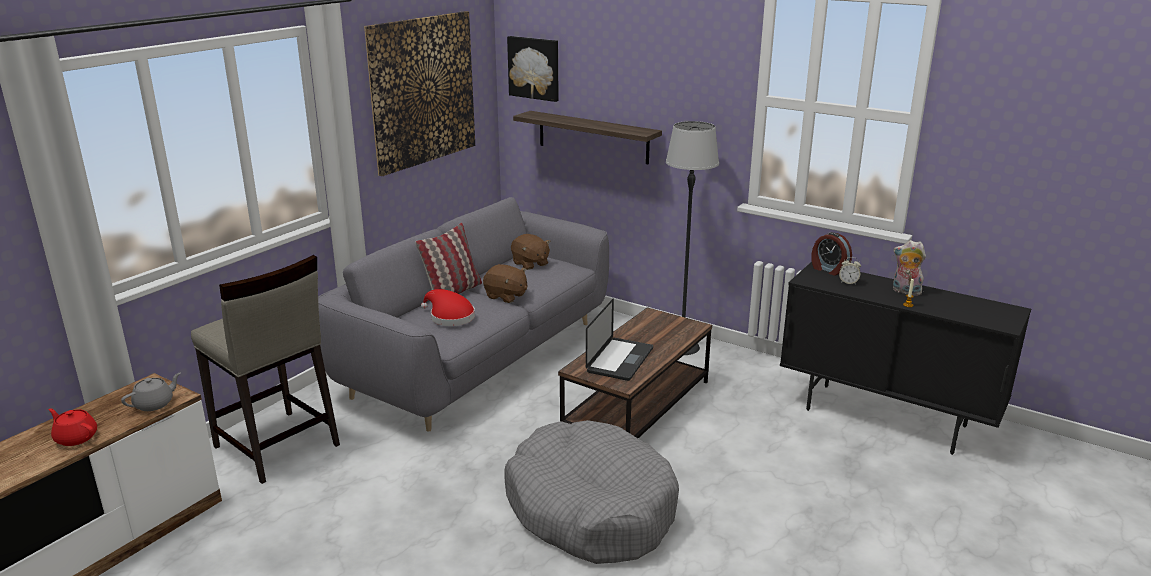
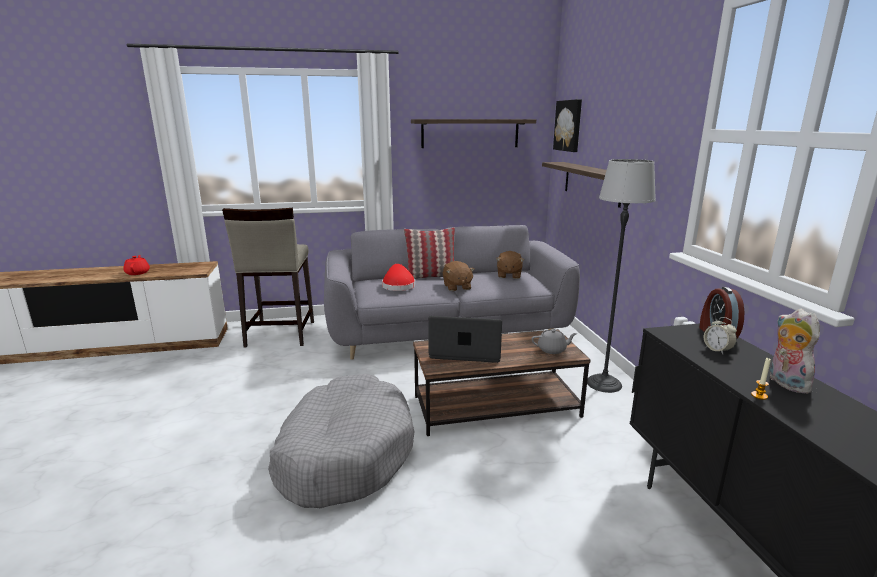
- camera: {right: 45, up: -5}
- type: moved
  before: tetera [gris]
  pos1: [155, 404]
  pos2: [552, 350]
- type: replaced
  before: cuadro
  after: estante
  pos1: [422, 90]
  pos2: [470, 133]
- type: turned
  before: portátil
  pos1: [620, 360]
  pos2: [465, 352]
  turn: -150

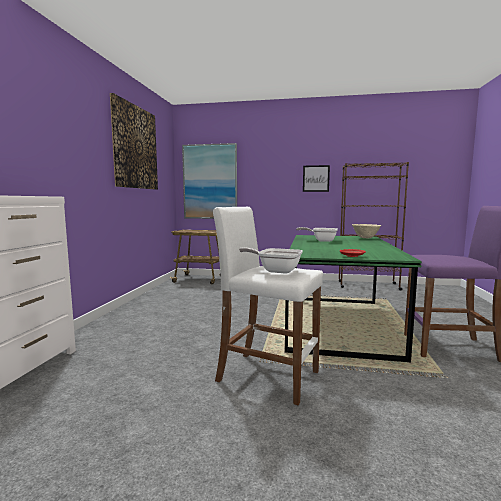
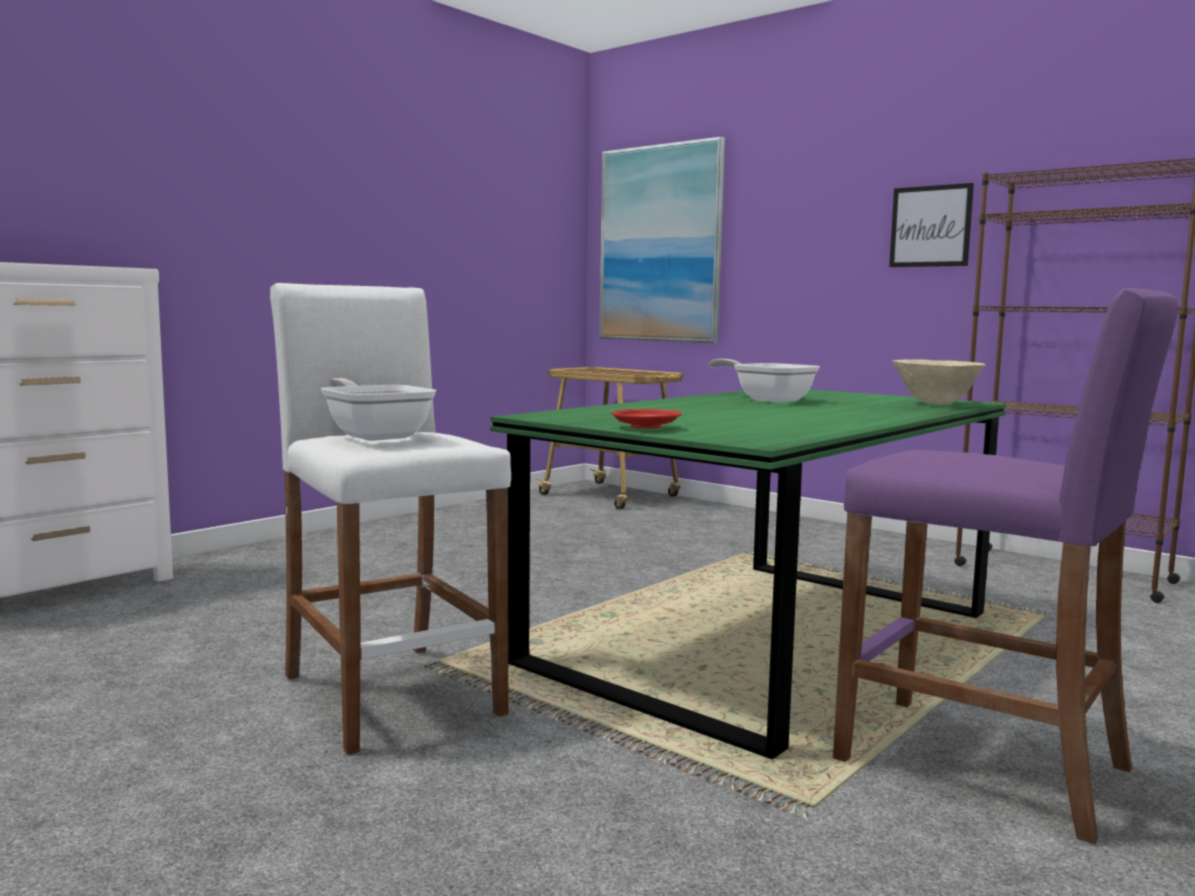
- camera: {right: 30, up: 0}
- type: removed
  before: cuadro
  pos1: [135, 147]

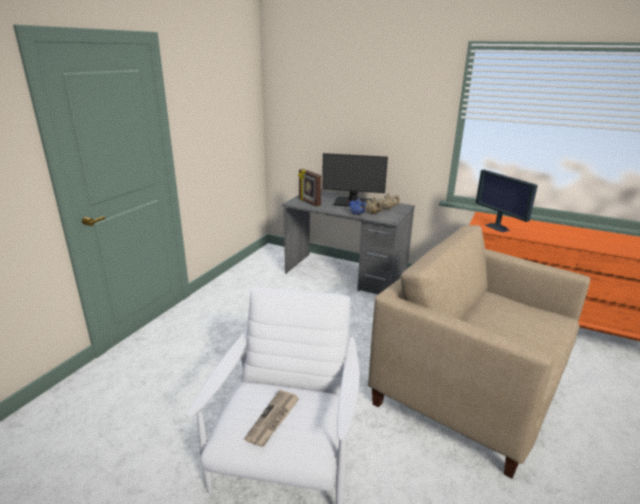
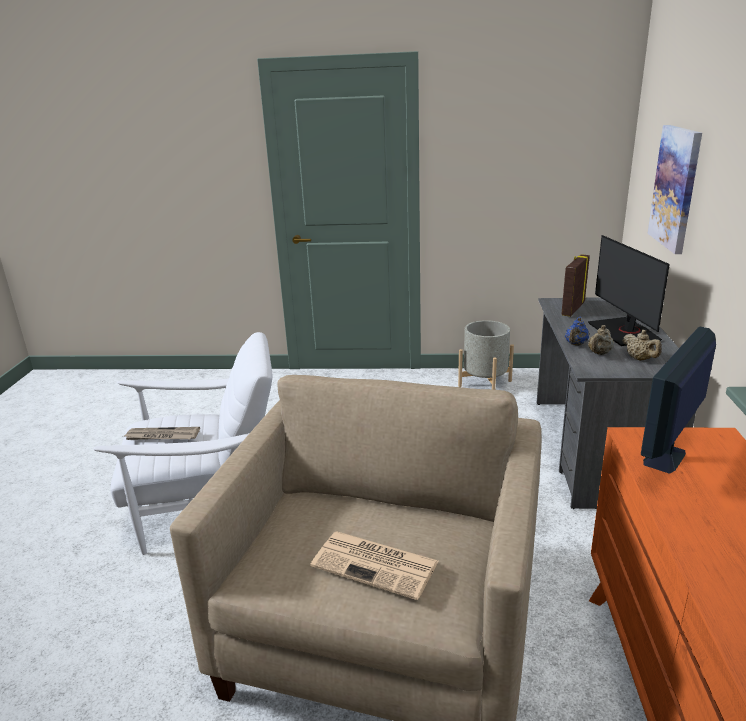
- camera: {right: 70, up: 0}
- type: added
  after: periódico
  pos2: [377, 564]
- type: added
  after: maceta [gris]
  pos2: [485, 383]
- type: added
  after: cuadro
  pos2: [675, 188]

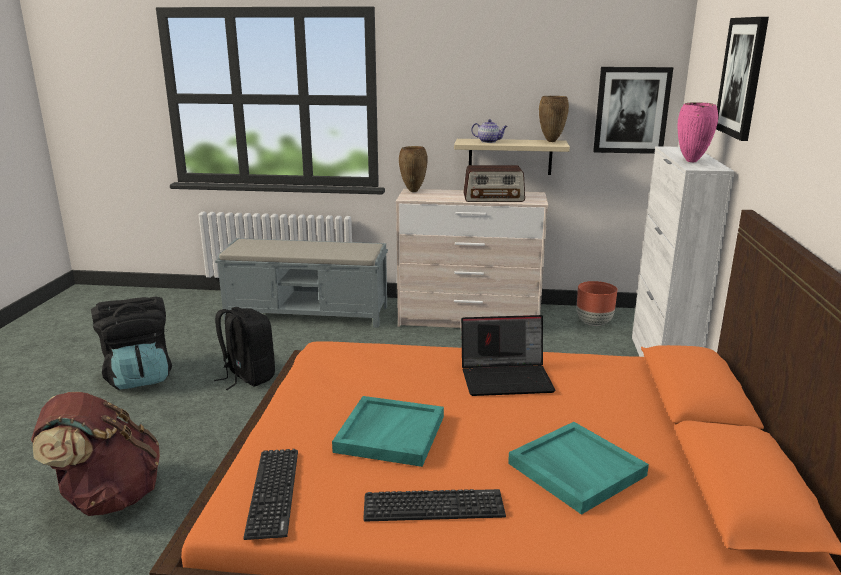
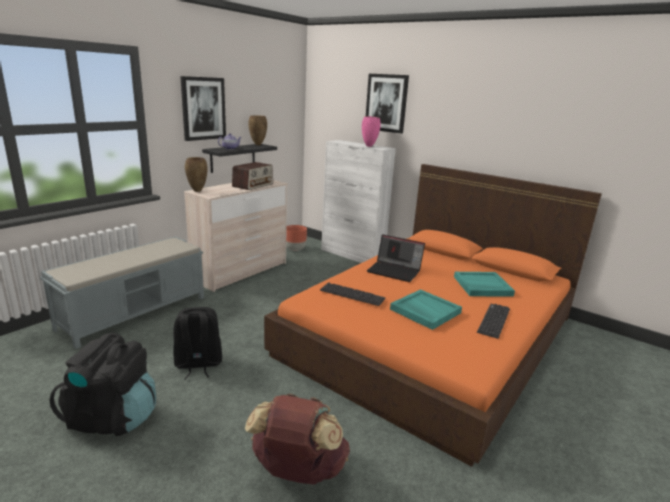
- camera: {right: -60, up: 0}
- type: moved
  before: teclado
  pos1: [273, 492]
  pos2: [352, 294]
- type: moved
  before: cuadro
  pos1: [631, 110]
  pos2: [203, 108]
- type: recoloured
  before: estante [beis]
  after: estante [negro]
  pos1: [510, 156]
  pos2: [233, 157]
- type: turned
  before: portátil
  pos1: [507, 378]
  pos2: [395, 271]
  turn: 90

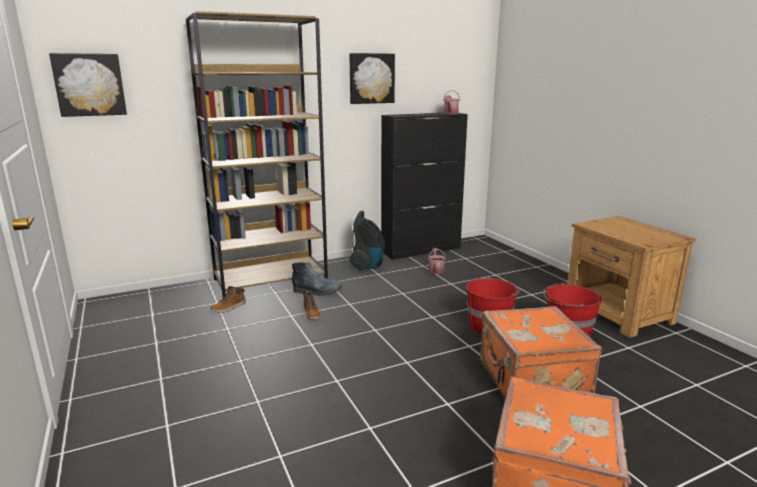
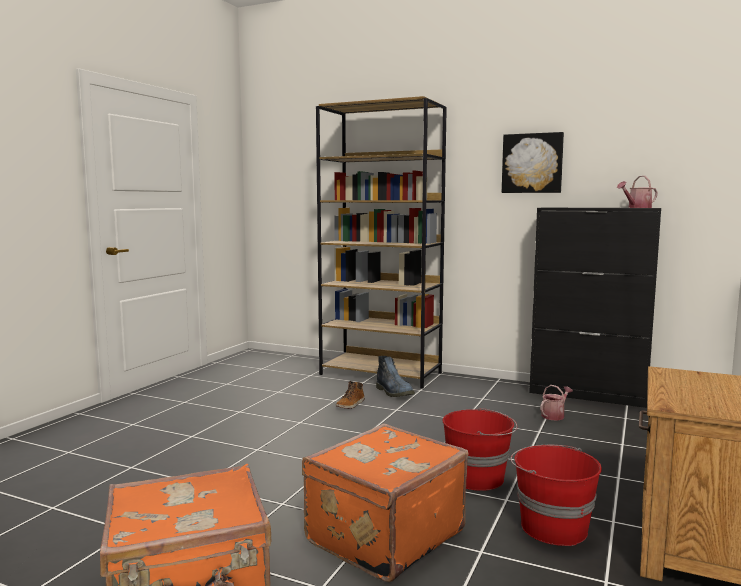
- camera: {right: 50, up: -10}
- type: removed
  before: cuadro
  pos1: [89, 85]
- type: removed
  before: bota
  pos1: [229, 307]
- type: removed
  before: aspiradora
  pos1: [368, 266]

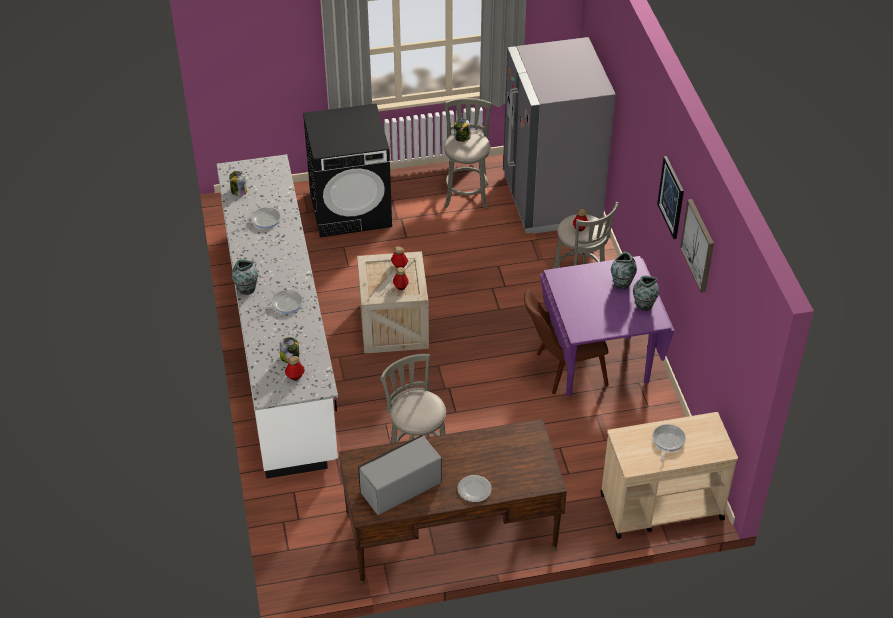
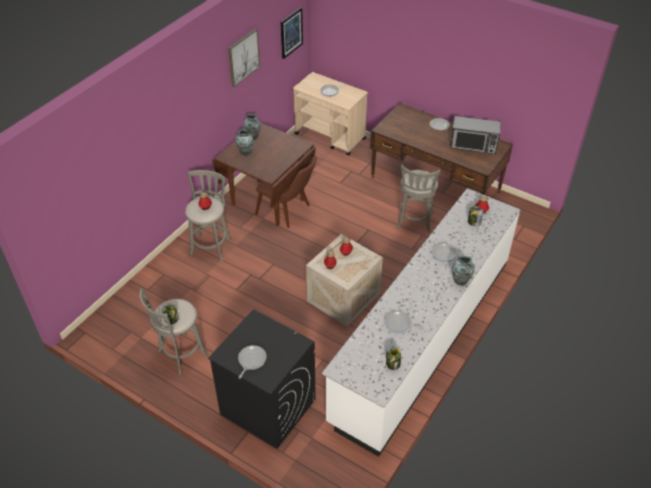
- camera: {right: -135, up: 0}
- type: removed
  before: nevera [gris]
  pos1: [551, 199]
- type: added
  after: sartén
  pos2: [251, 360]
- type: moved
  before: cuadro
  pos1: [671, 197]
  pos2: [291, 32]
- type: recoloured
  before: mesa de comedor [morado]
  after: mesa de comedor [marrón]
  pos1: [598, 364]
  pos2: [267, 202]

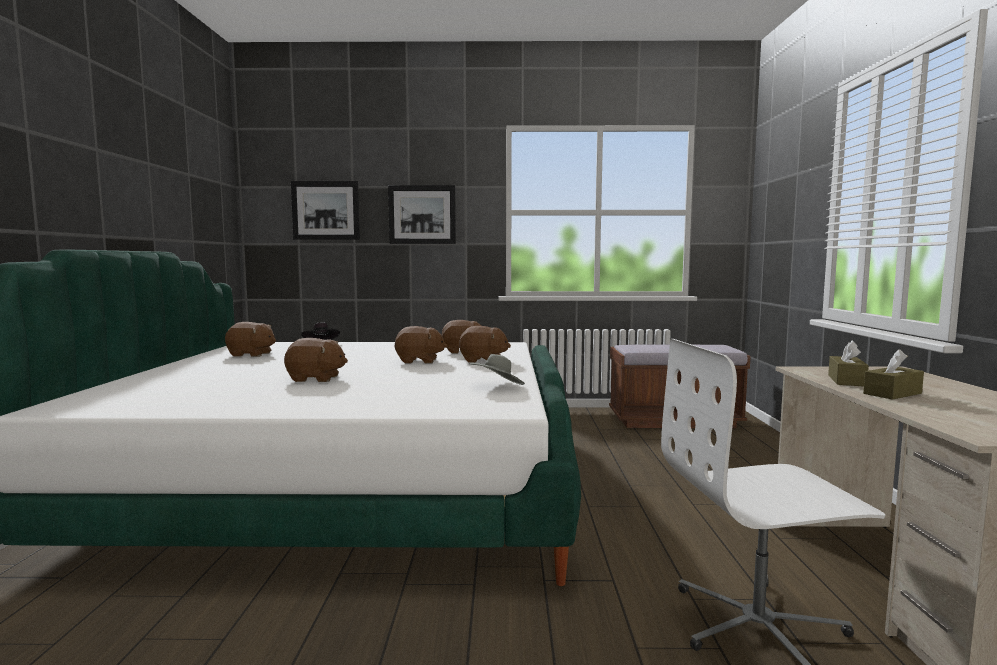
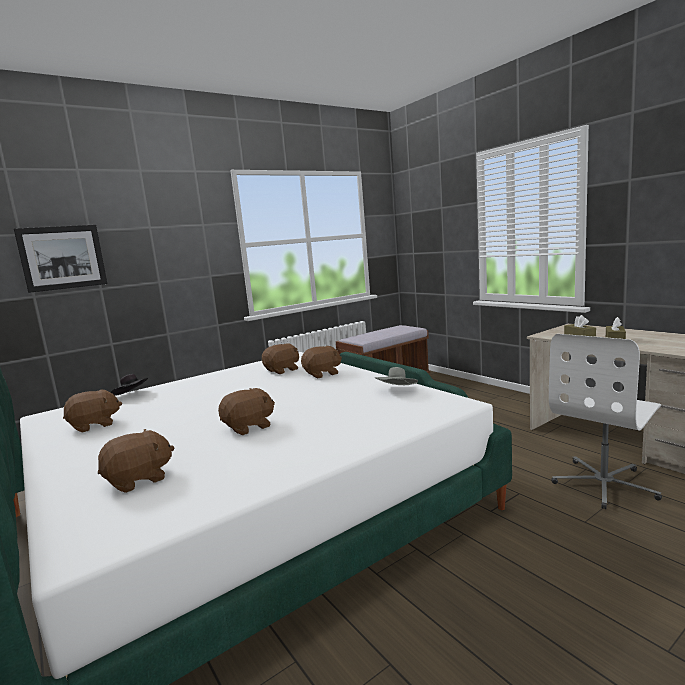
- camera: {right: -35, up: 5}
- type: removed
  before: cuadro
  pos1: [422, 214]
- type: moved
  before: peluche [marrón]
  pos1: [419, 361]
  pos2: [139, 479]

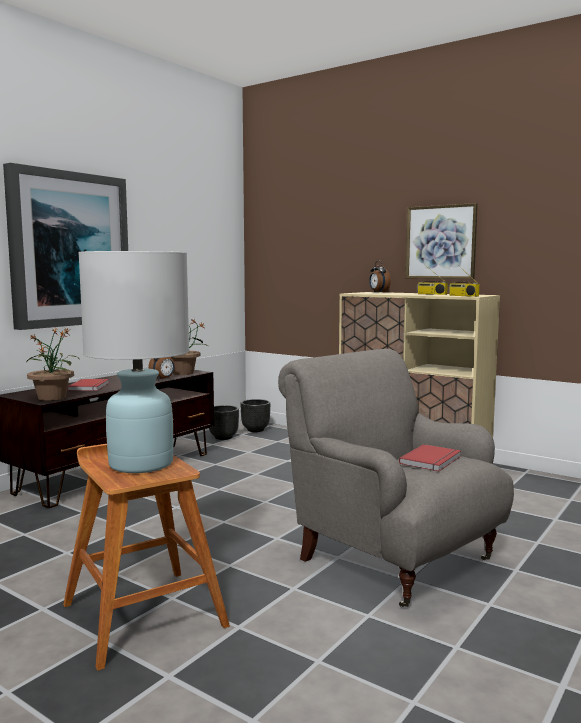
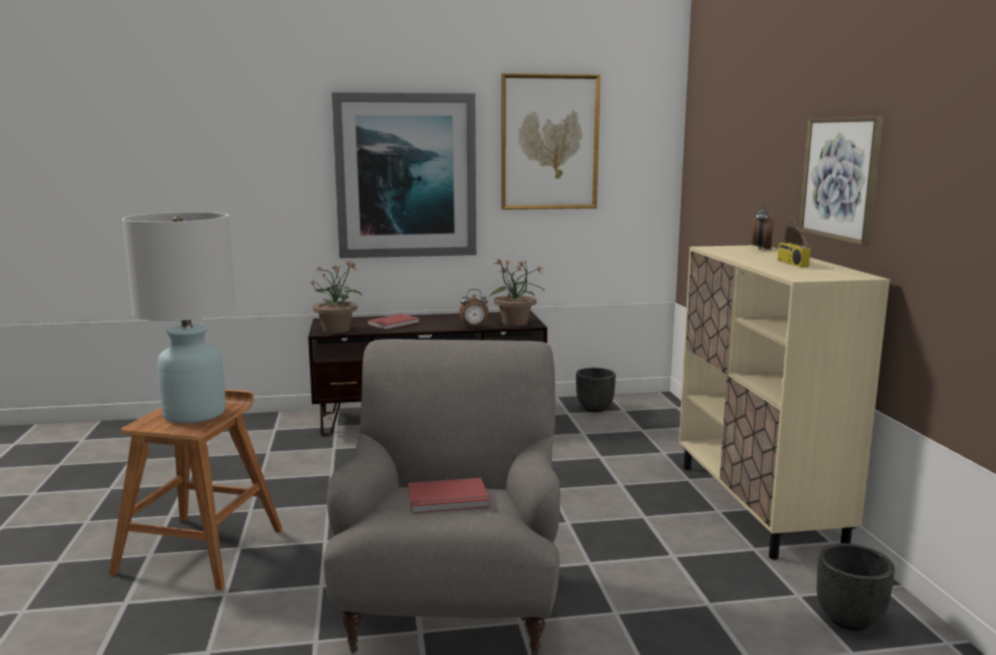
- camera: {right: 45, up: 5}
- type: removed
  before: radio
  pos1: [463, 296]
- type: added
  after: cuadro
  pos2: [549, 142]
- type: moved
  before: maceta [negro]
  pos1: [256, 430]
  pos2: [850, 620]

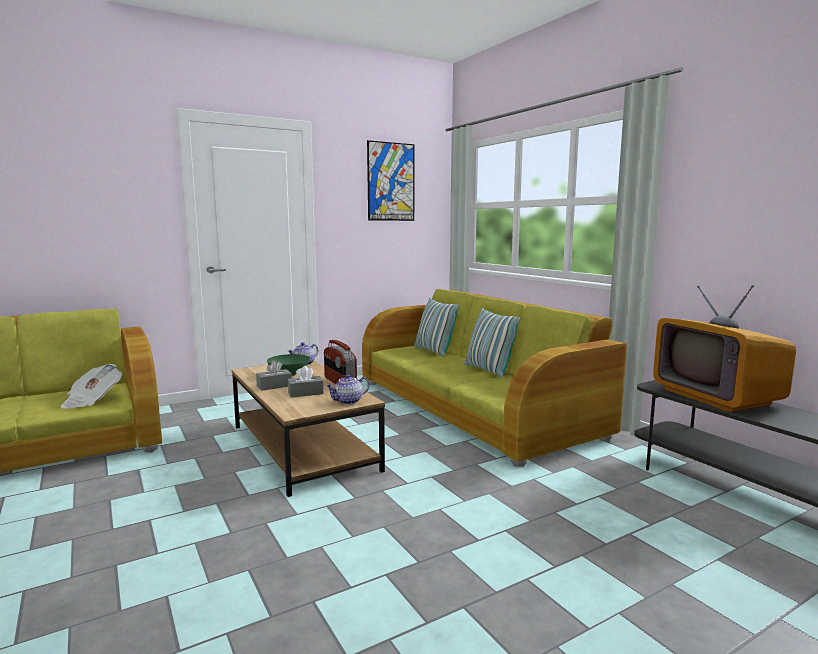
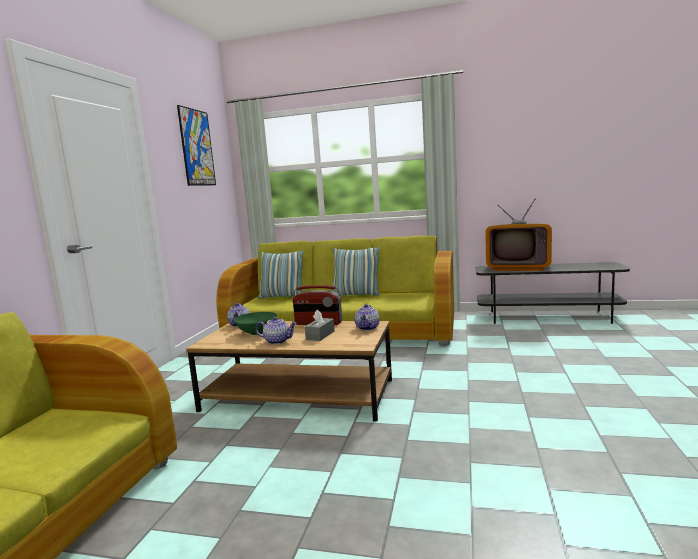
- camera: {right: -45, up: 0}
- type: removed
  before: periódico
  pos1: [92, 400]
- type: replaced
  before: caja de pañuelos [gris]
  after: tetera
  pos1: [274, 386]
  pos2: [278, 341]

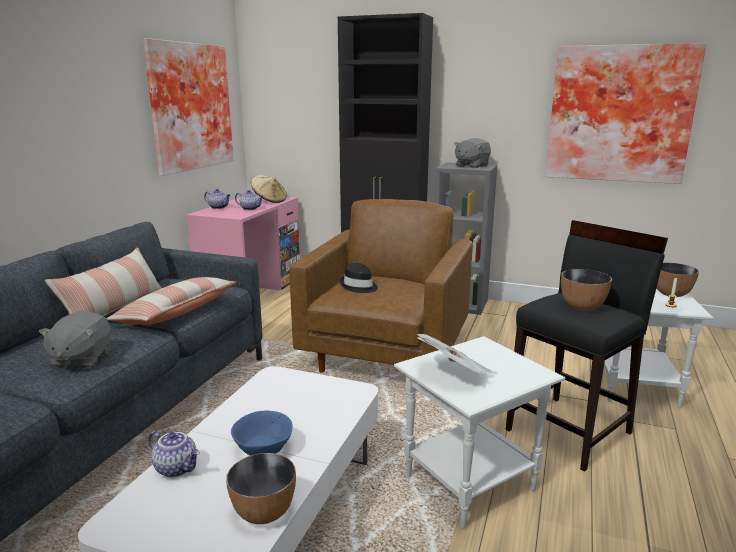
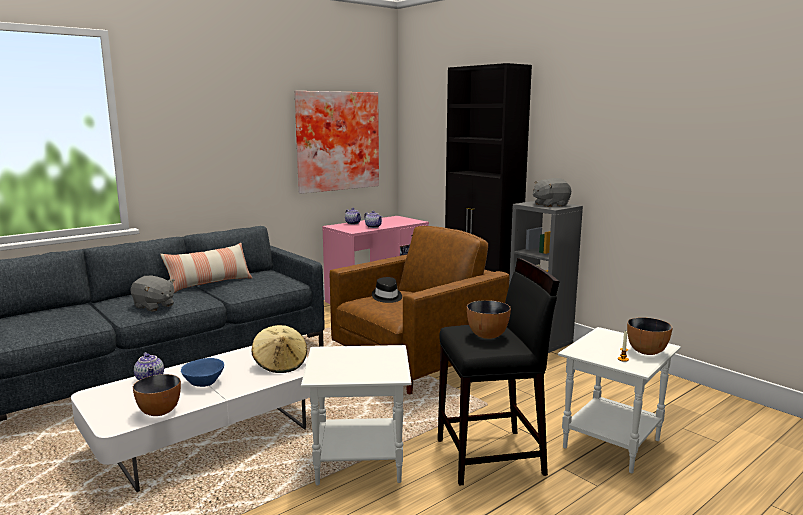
- camera: {right: 30, up: -5}
- type: removed
  before: cojín
  pos1: [176, 313]
- type: removed
  before: periódico
  pos1: [455, 374]
- type: removed
  before: cuadro
  pos1: [619, 114]
- type: moved
  before: sombrero [beis]
  pos1: [269, 200]
  pos2: [280, 364]
- type: turned
  before: peluche [gris]
  pos1: [81, 359]
  pos2: [154, 306]
  turn: -90

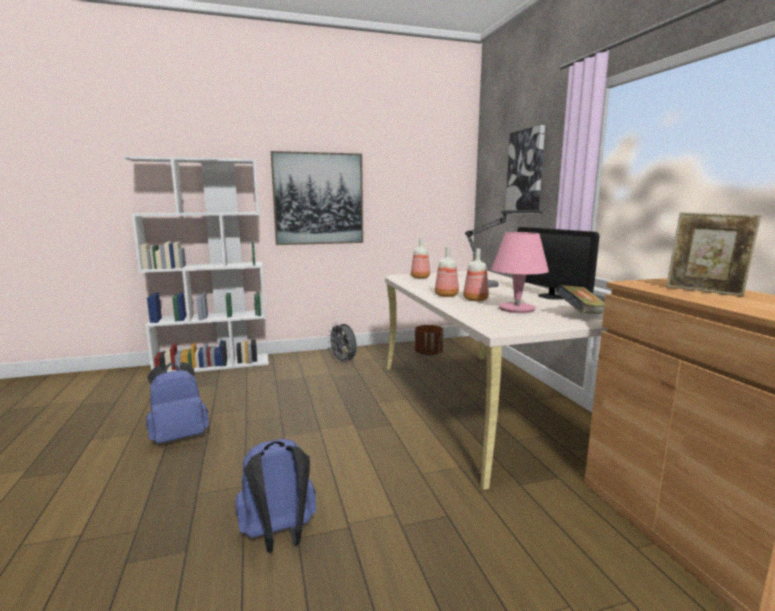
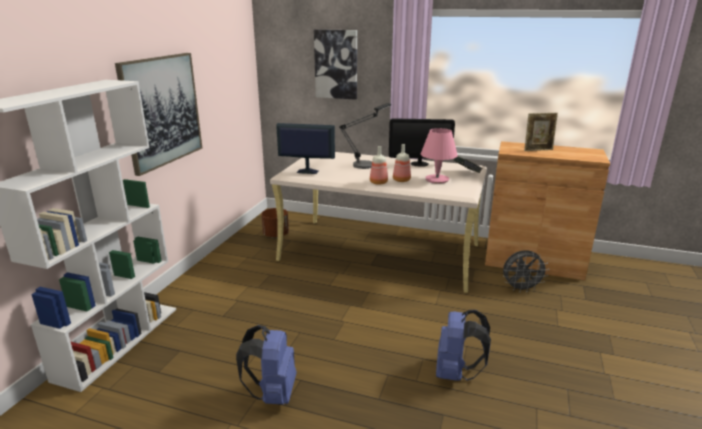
- camera: {right: -55, up: 10}
- type: moved
  before: ventilador [gris]
  pos1: [343, 362]
  pos2: [521, 289]
- type: replaced
  before: botella
  after: monitor
  pos1: [421, 277]
  pos2: [307, 171]

